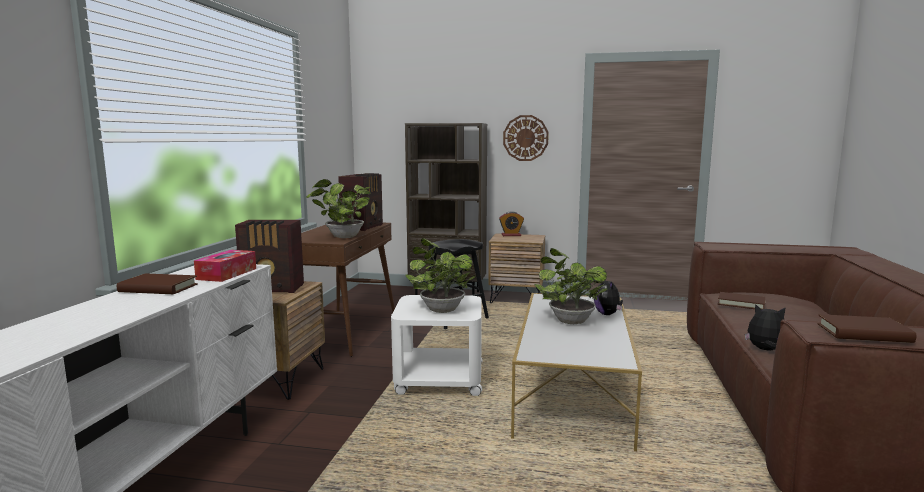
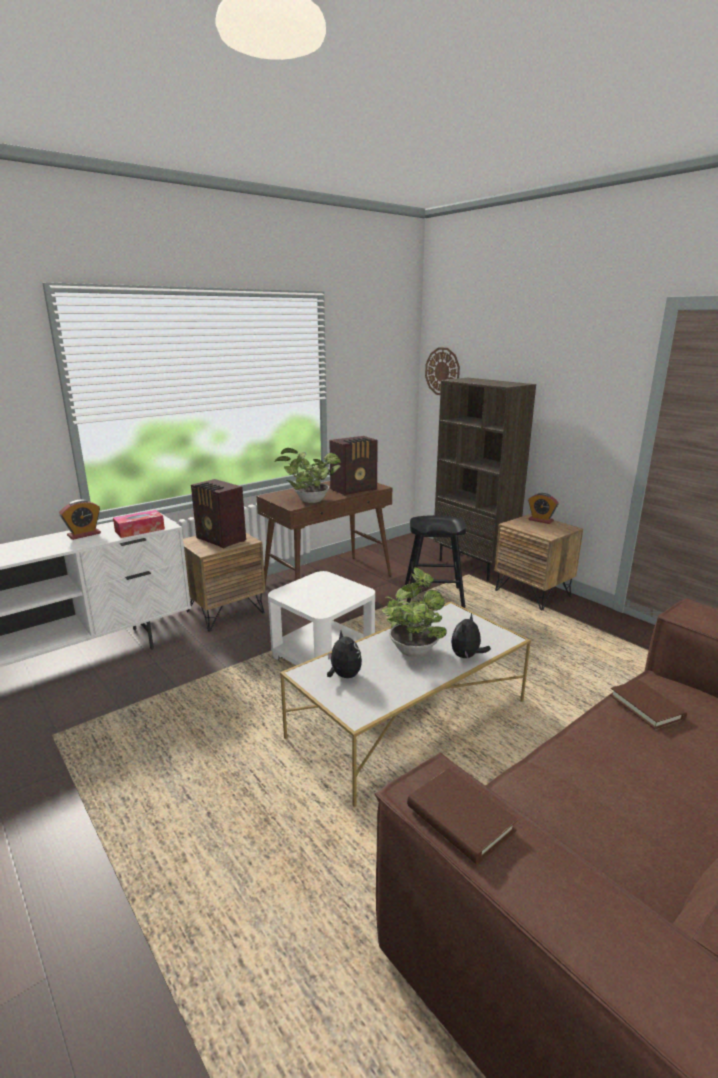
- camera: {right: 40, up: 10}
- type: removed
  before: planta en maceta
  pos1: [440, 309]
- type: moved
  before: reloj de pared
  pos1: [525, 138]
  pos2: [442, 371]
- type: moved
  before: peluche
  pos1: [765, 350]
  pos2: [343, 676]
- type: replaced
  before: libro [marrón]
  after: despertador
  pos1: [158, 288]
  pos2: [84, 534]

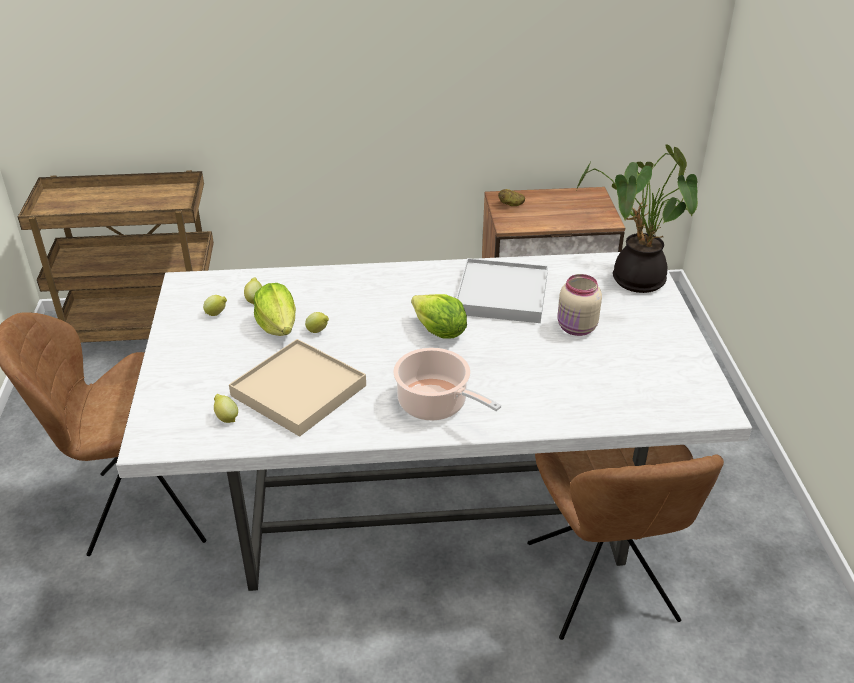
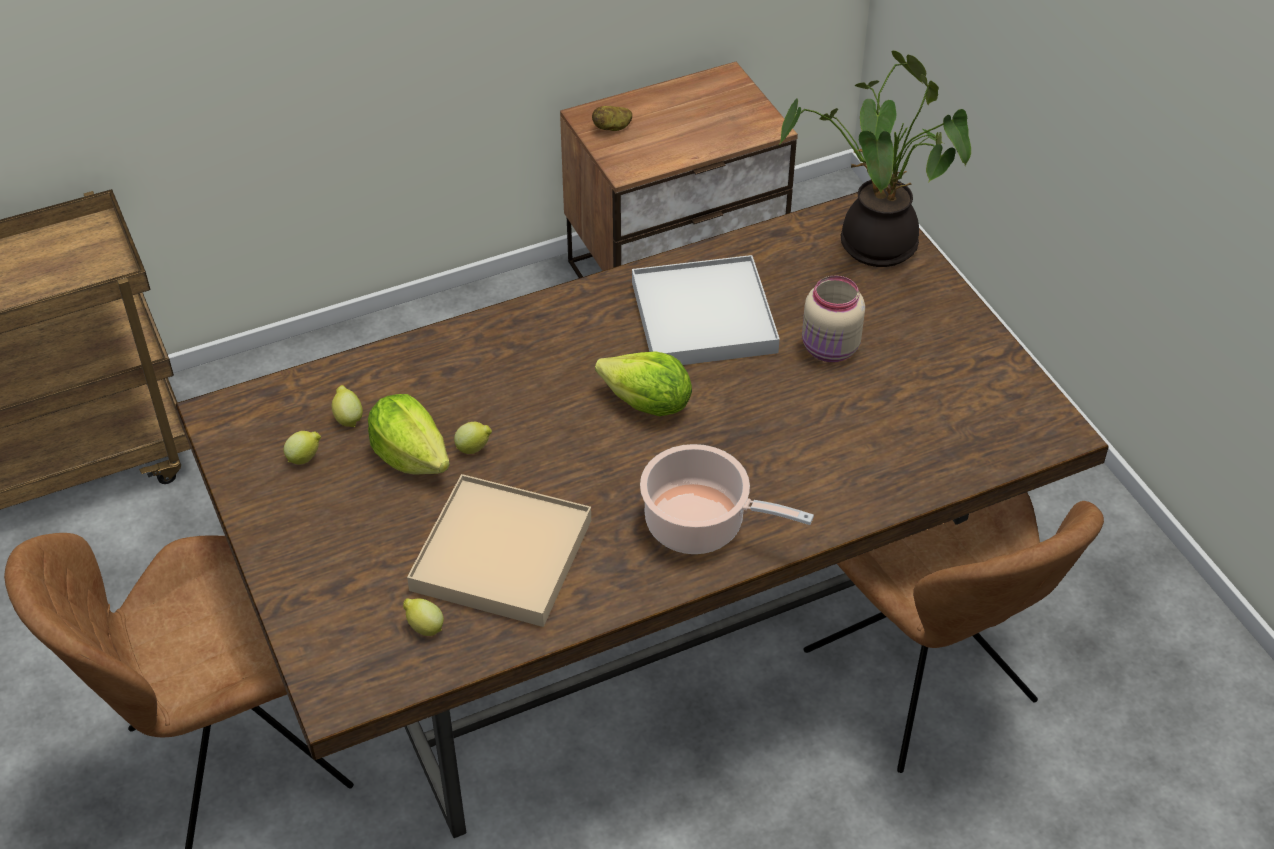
- camera: {right: -20, up: 10}
- type: recoloured
  before: mesa de comedor [blanco]
  after: mesa de comedor [marrón]
  pos1: [425, 496]
  pos2: [635, 622]

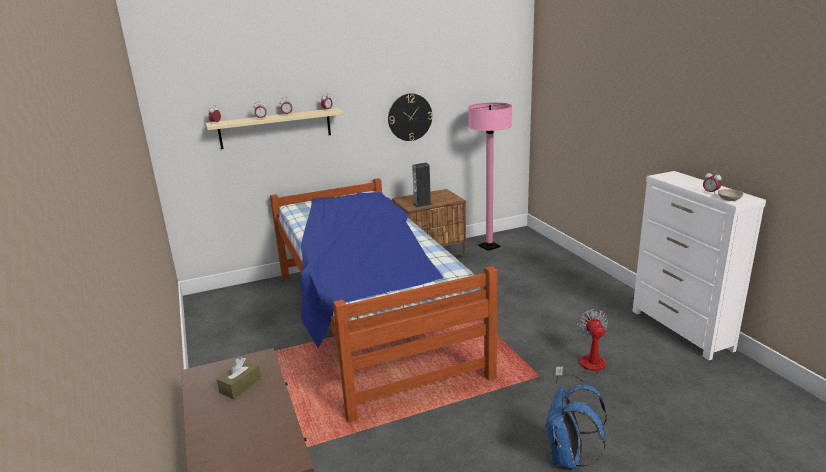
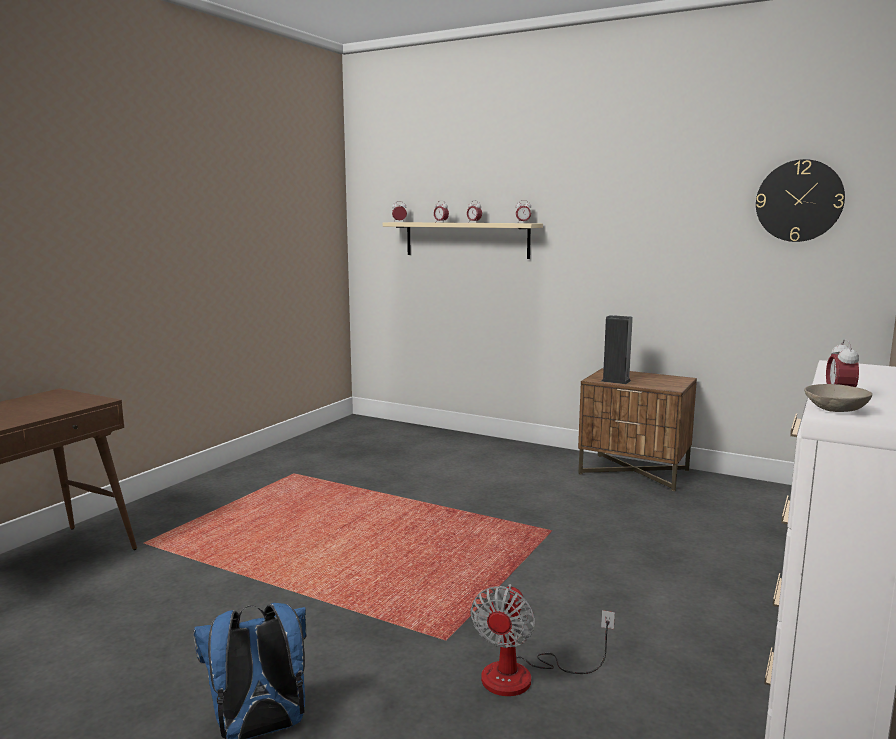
- camera: {right: 50, up: -10}
- type: removed
  before: caja de pañuelos [marrón]
  pos1: [240, 385]
- type: removed
  before: cama
  pos1: [369, 319]
- type: removed
  before: lámpara de pie [rosa]
  pos1: [489, 246]
- type: moved
  before: reloj de pared
  pos1: [410, 117]
  pos2: [799, 201]
- type: turned
  before: ventilador
  pos1: [586, 367]
  pos2: [524, 676]
  turn: 150

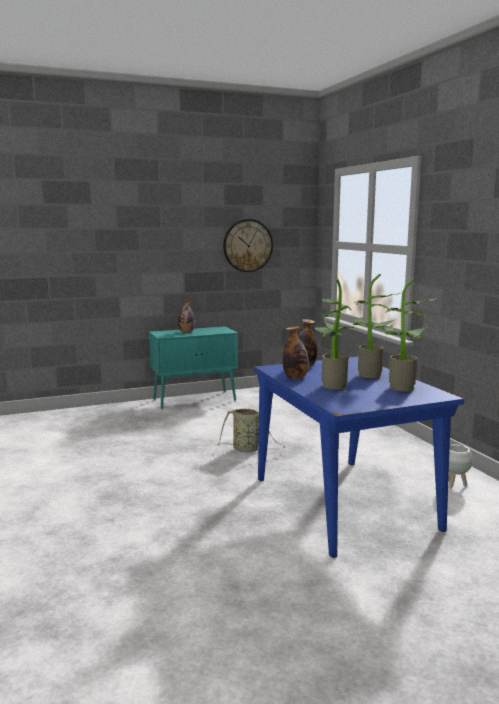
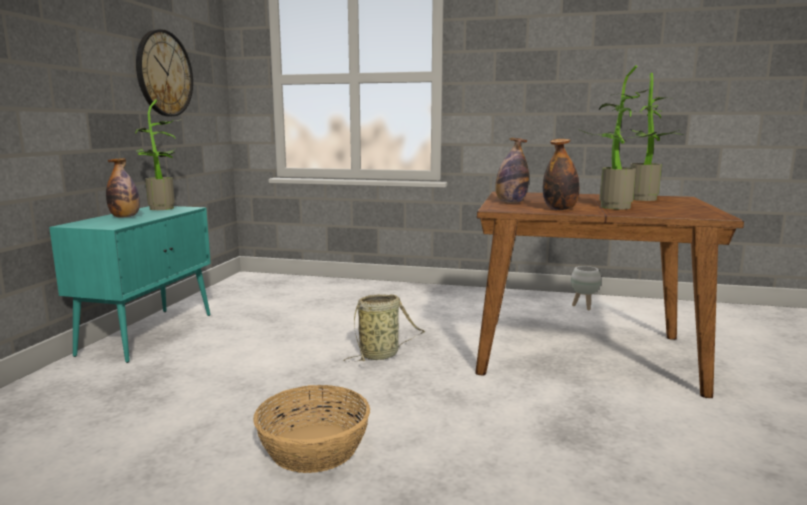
- camera: {right: -55, up: 0}
- type: added
  after: cesta
  pos2: [313, 448]
- type: moved
  before: planta en maceta
  pos1: [369, 376]
  pos2: [163, 209]
- type: recoloured
  before: mesa de comedor [azul]
  after: mesa de comedor [marrón]
  pos1: [344, 503]
  pos2: [585, 354]

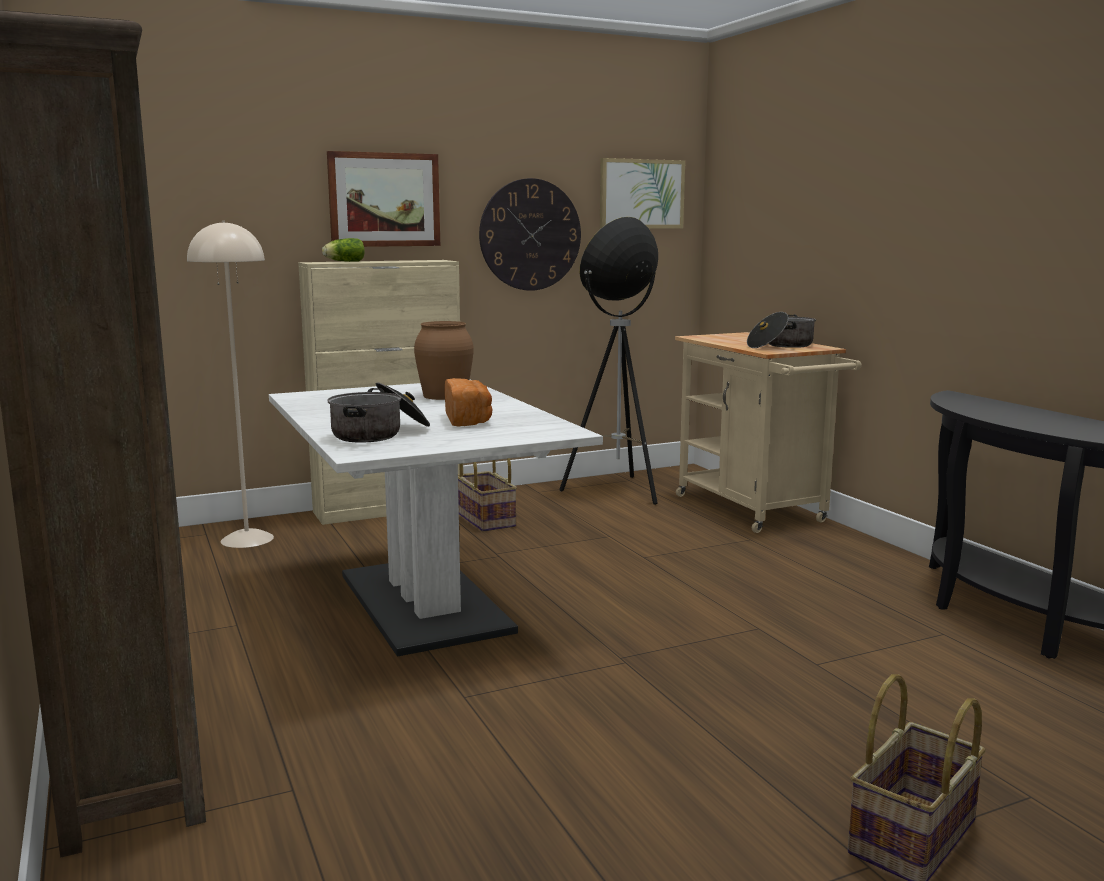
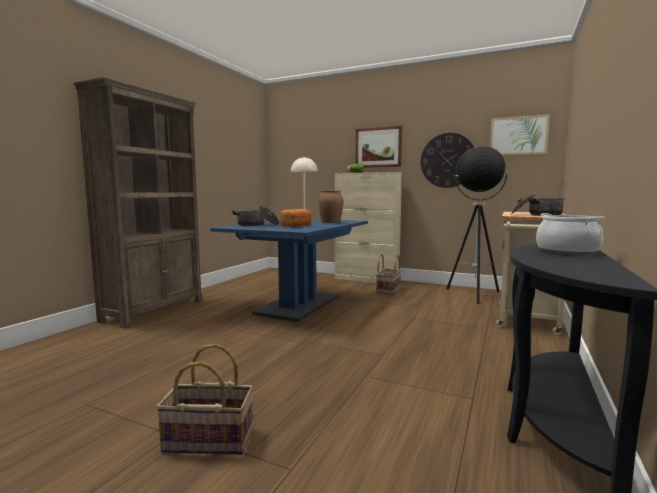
- camera: {right: 50, up: -5}
- type: added
  after: olla
  pos2: [567, 251]
- type: recoloured
  before: mesa de comedor [blanco]
  after: mesa de comedor [azul]
  pos1: [423, 603]
  pos2: [298, 305]

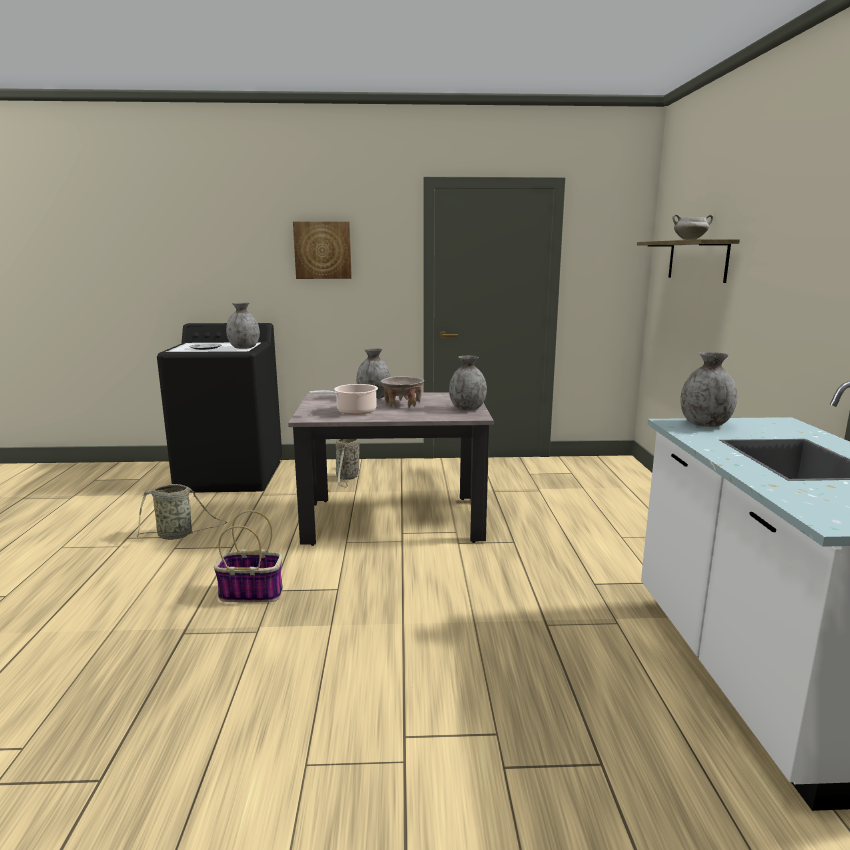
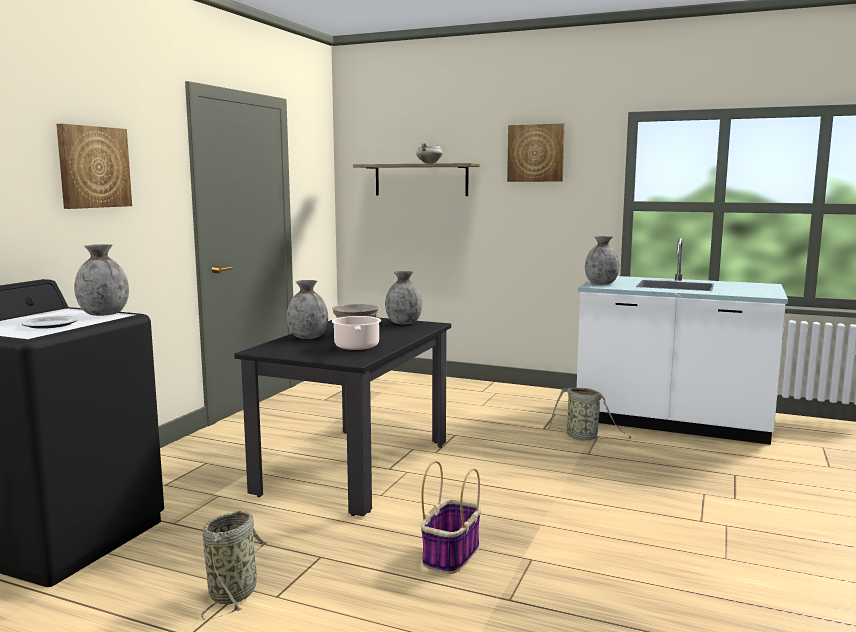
- camera: {right: -65, up: -5}
- type: added
  after: cuadro
  pos2: [536, 153]
- type: moved
  before: cesta
  pos1: [347, 478]
  pos2: [584, 437]
- type: recoloured
  before: mesa de comedor [beis]
  after: mesa de comedor [negro]
  pos1: [393, 520]
  pos2: [355, 467]

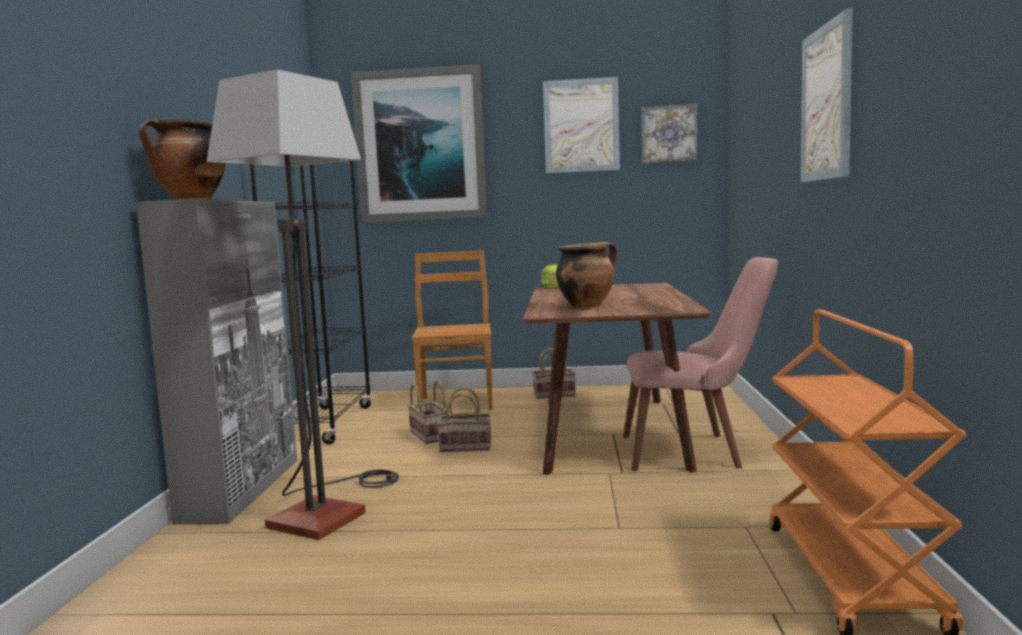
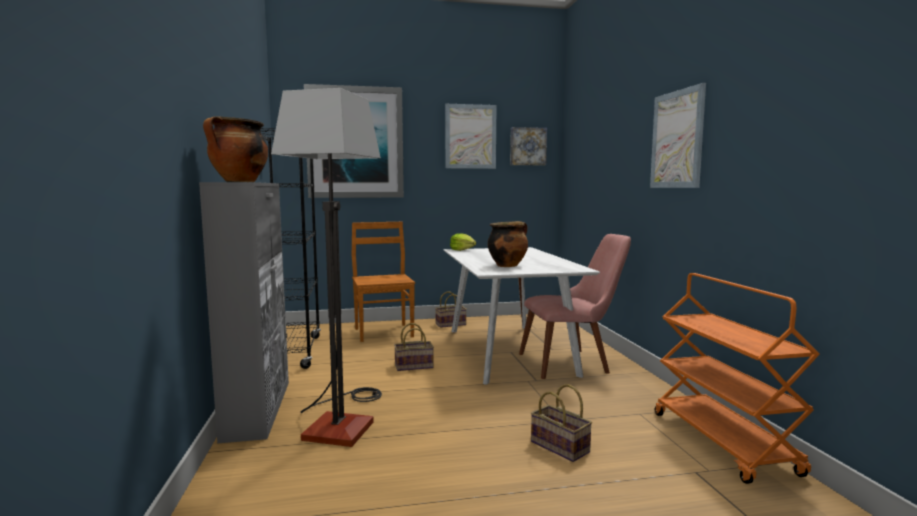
- camera: {right: -15, up: 0}
- type: moved
  before: cesta
  pos1: [431, 436]
  pos2: [561, 447]
- type: recoloured
  before: mesa de comedor [marrón]
  after: mesa de comedor [blanco]
  pos1: [612, 432]
  pos2: [509, 351]

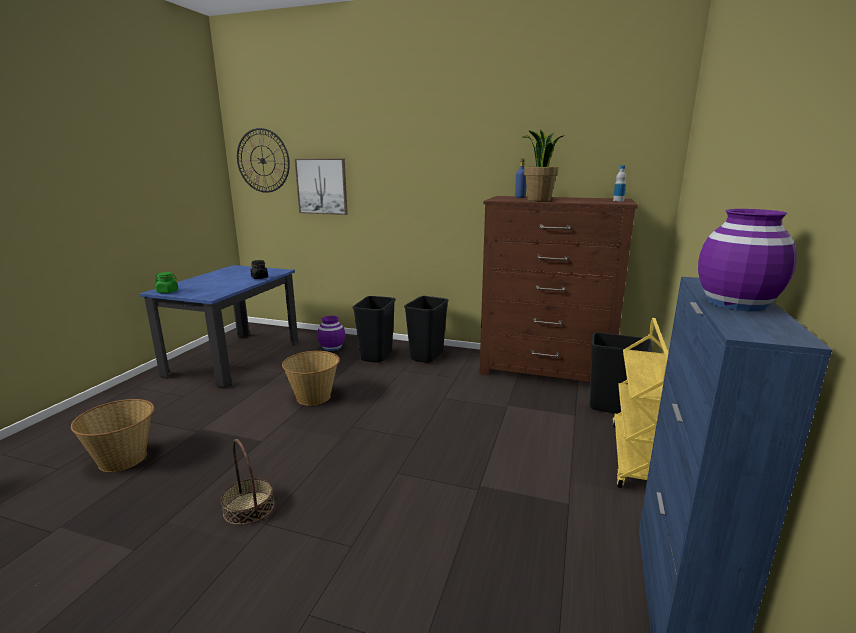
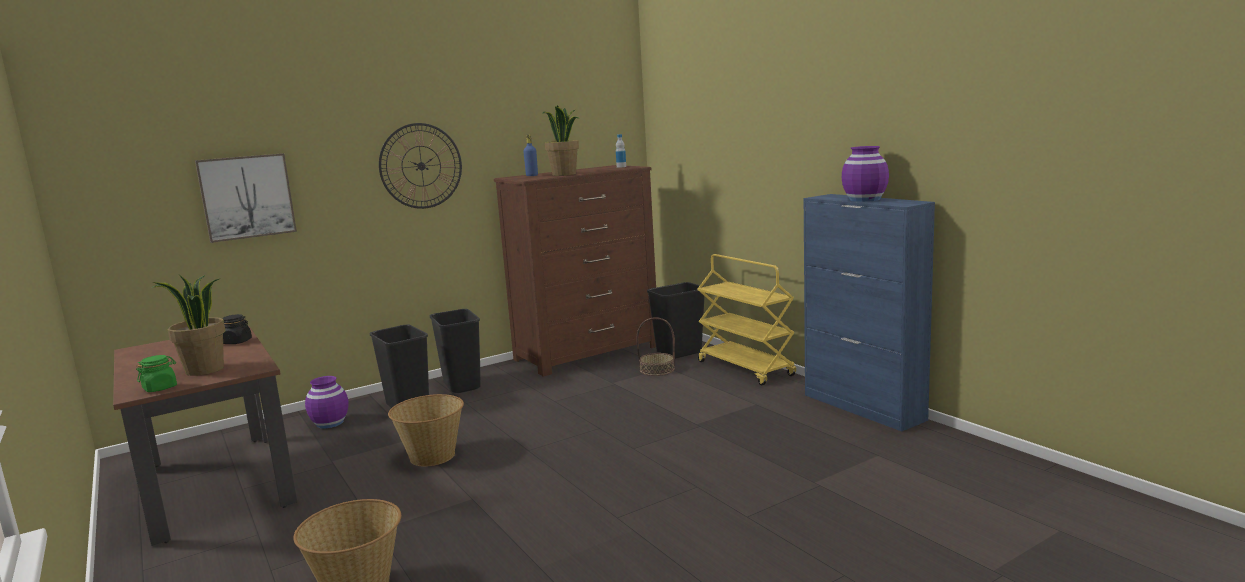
- camera: {right: -50, up: -5}
- type: added
  after: planta en maceta
  pos2: [204, 370]
- type: moved
  before: cesta
  pos1: [248, 508]
  pos2: [657, 370]
- type: moved
  before: reloj de pared
  pos1: [263, 160]
  pos2: [421, 166]
- type: recoloured
  before: mesa de comedor [azul]
  after: mesa de comedor [marrón]
  pos1: [235, 358]
  pos2: [216, 485]

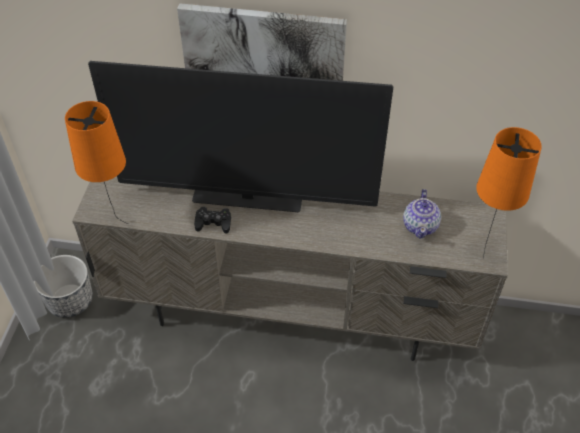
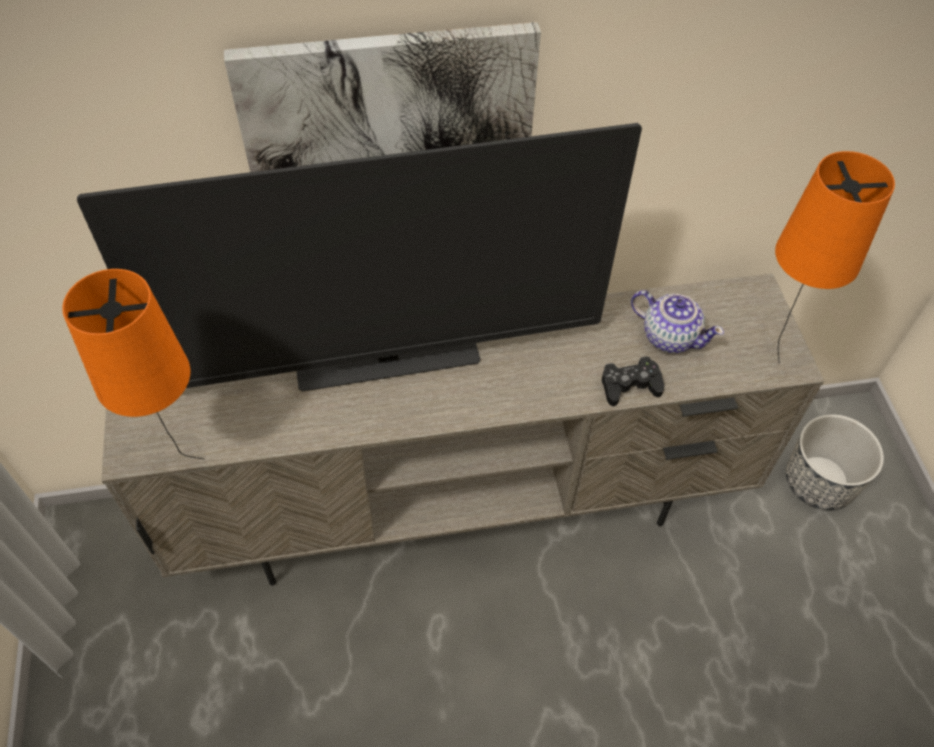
- camera: {right: -20, up: 5}
- type: moved
  before: maceta
  pos1: [70, 301]
  pos2: [819, 482]
- type: moved
  before: mando de consola [negro]
  pos1: [213, 223]
  pos2: [629, 385]
- type: turned
  before: tetera
  pos1: [420, 226]
  pos2: [669, 336]
  turn: -45

